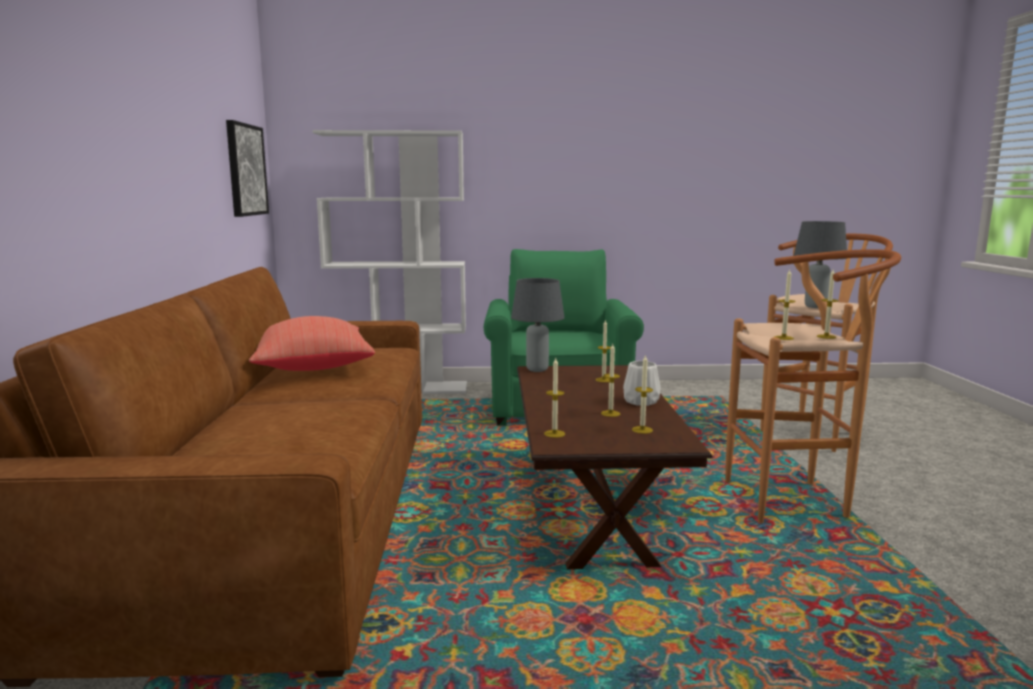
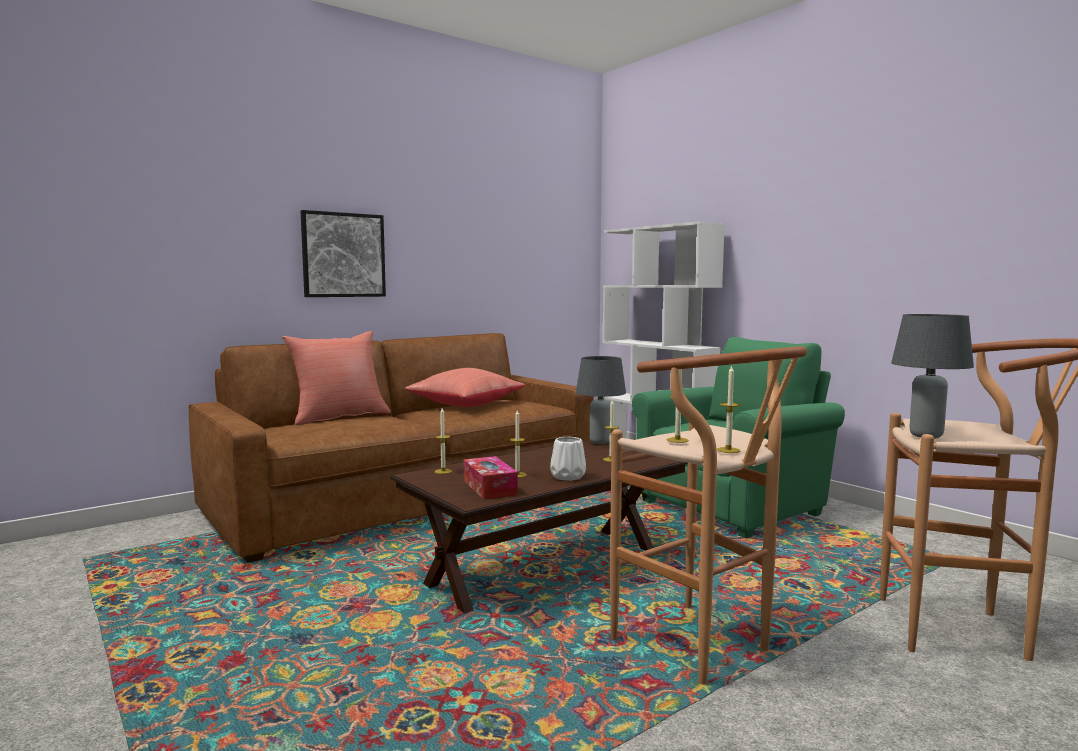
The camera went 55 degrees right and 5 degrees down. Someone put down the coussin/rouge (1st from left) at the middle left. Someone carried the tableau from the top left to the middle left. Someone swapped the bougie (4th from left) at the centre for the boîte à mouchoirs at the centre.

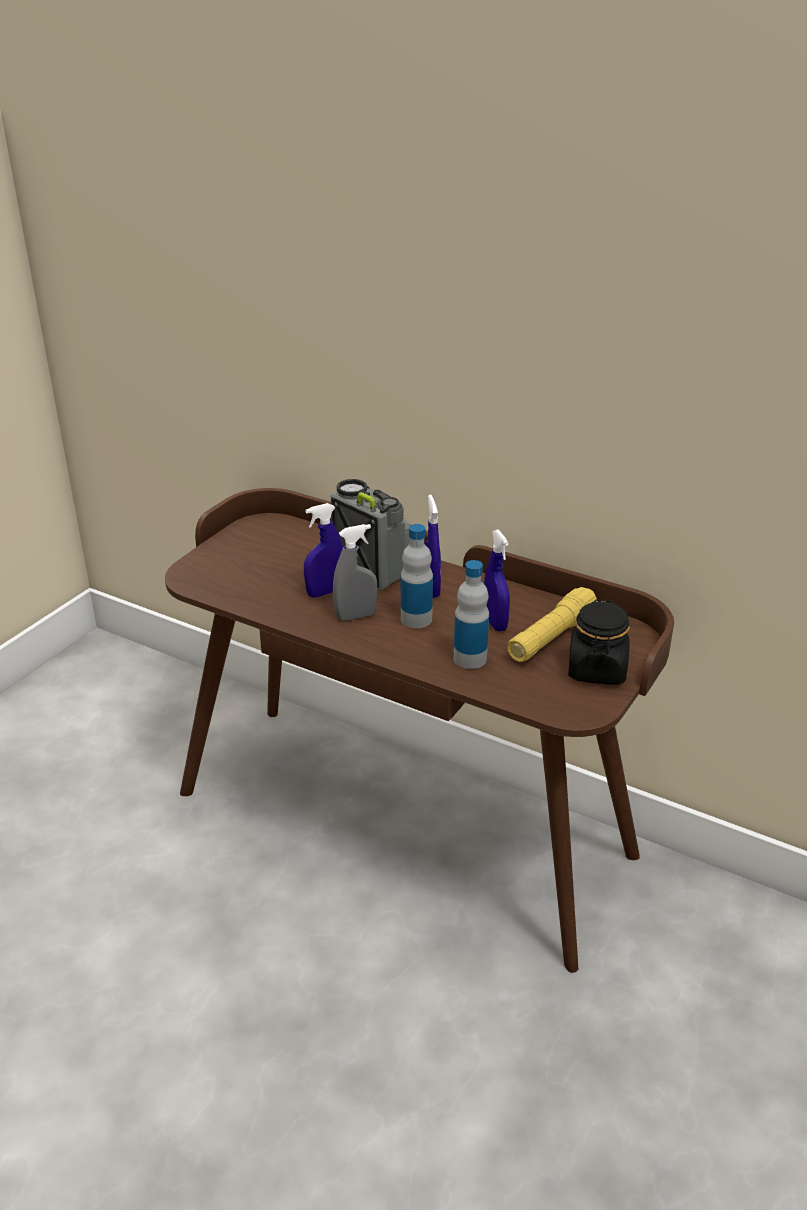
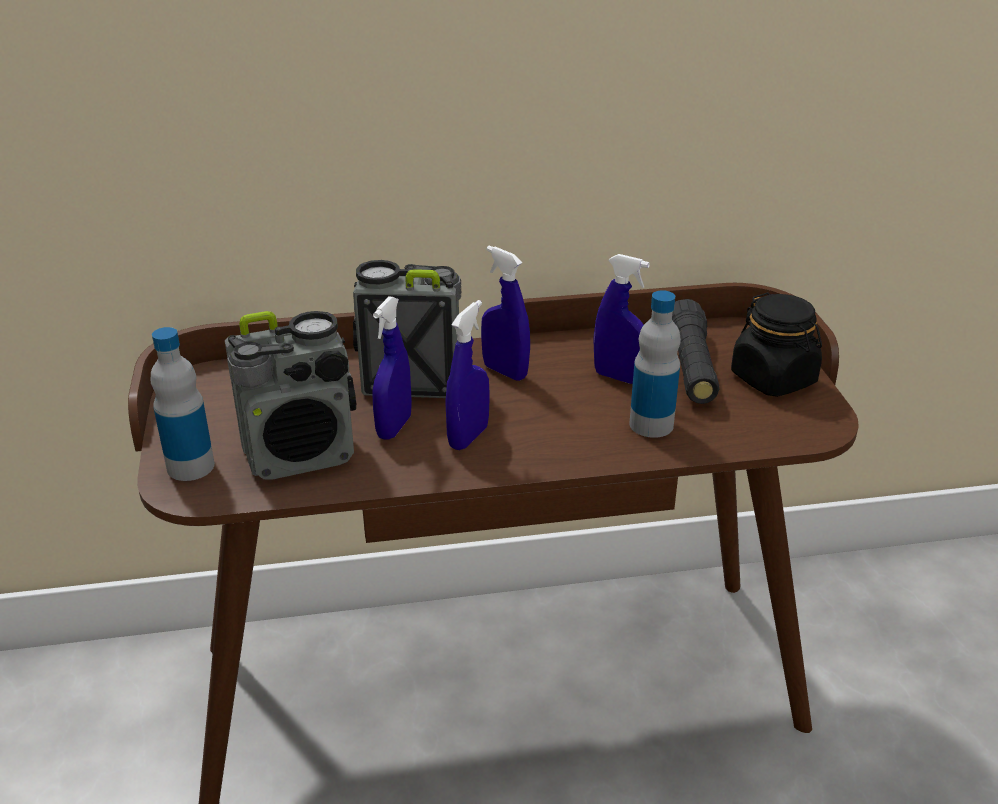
The camera went 40 degrees left and 0 degrees up. Someone carried the bouteille (1st from left) from the centre to the middle left. Someone put down the radio (1st from left) at the middle left. Someone repainted the vaporisateur/gris at the centre, which became the vaporisateur/bleu (2nd from left) at the centre. Someone repainted the lampe de poche/jaune at the middle right, which became the lampe de poche/noir at the middle right.

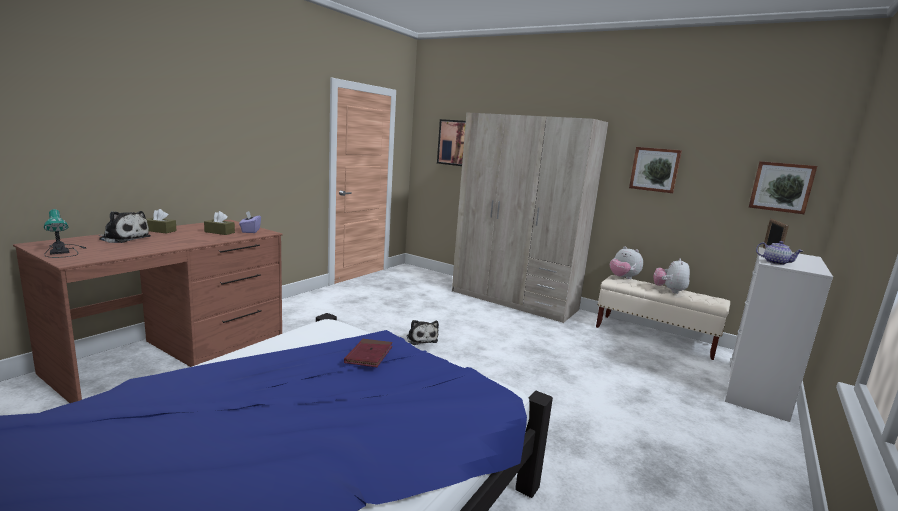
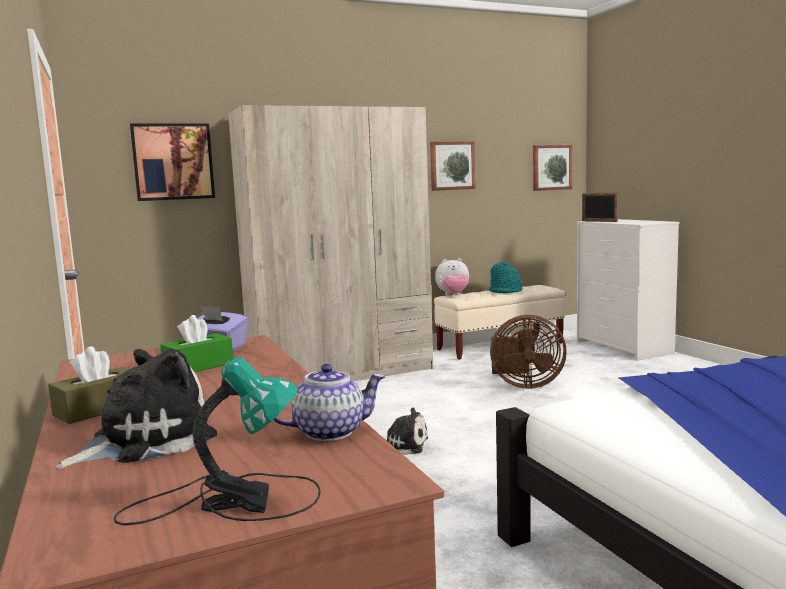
The camera went 55 degrees left and 5 degrees down. Someone repainted the boîte à mouchoirs/marron (2nd from left) at the middle left, which became the boîte à mouchoirs/vert at the middle left. Someone carried the théière from the middle right to the bottom centre. Someone swapped the peluche (4th from left) at the middle right for the chapeau/turquoise at the centre. Someone put down the ventilateur/marron at the middle right. Someone took away the livre/rouge at the bottom centre.

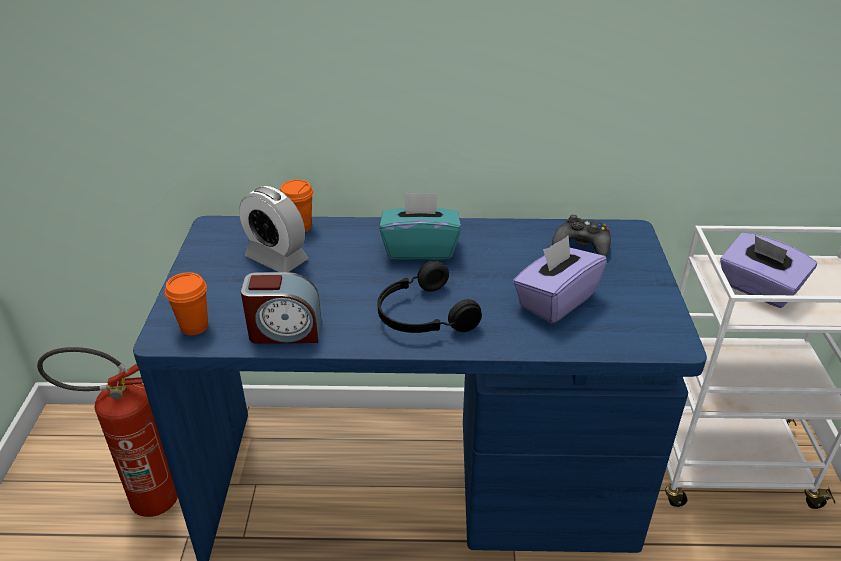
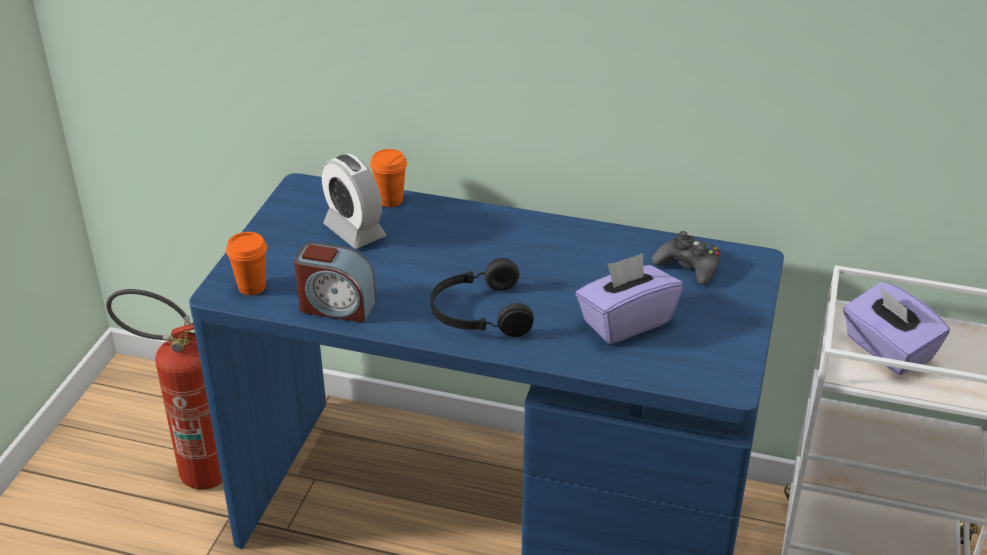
The camera went 15 degrees right and 0 degrees up. Someone took away the boîte à mouchoirs/turquoise at the centre.

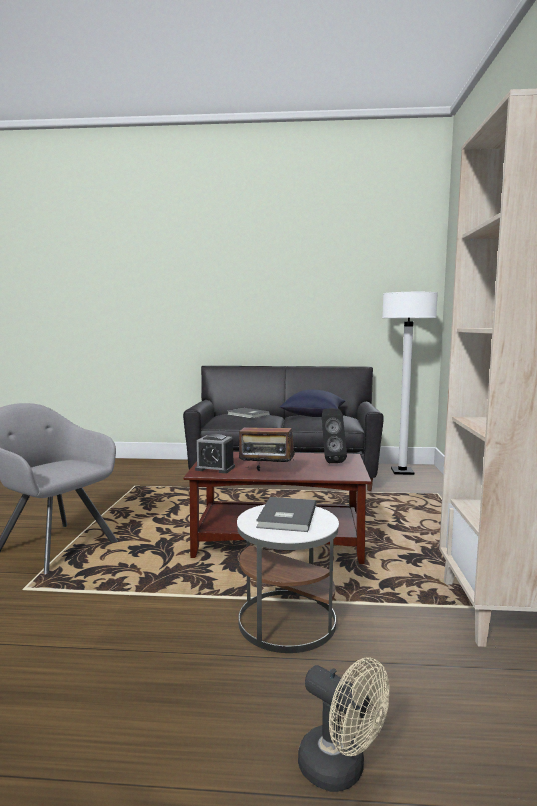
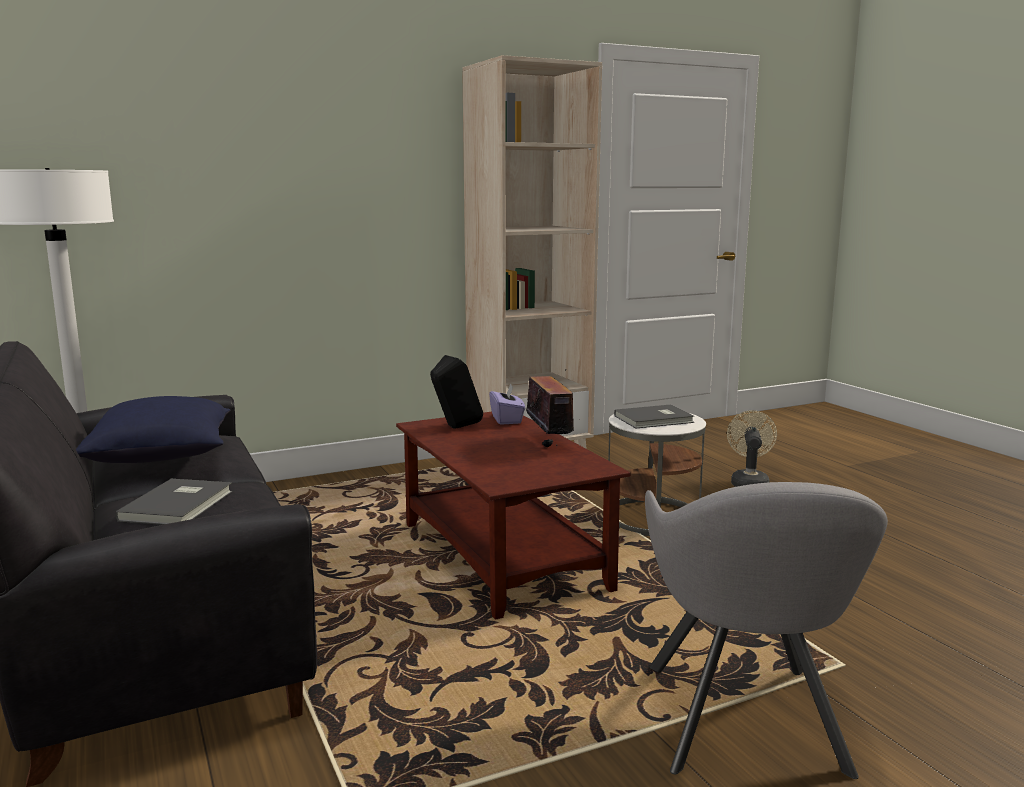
The camera went 120 degrees left and 5 degrees up. Someone put down the boîte à mouchoirs/violet at the centre. Someone took away the réveil at the centre.

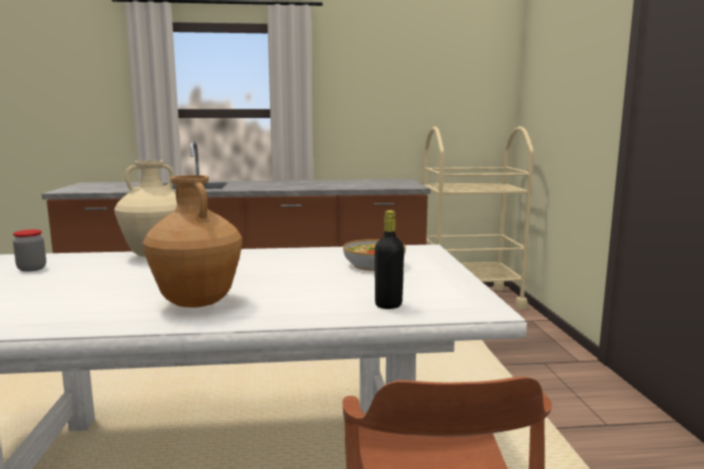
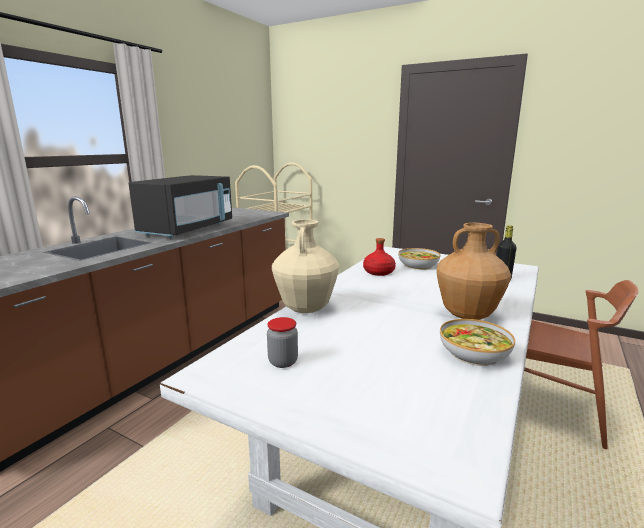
The camera went 55 degrees left and 5 degrees up. Someone put down the micro-ondes/noir at the middle left. Someone put down the bouteille/rouge at the centre. Someone put down the bol (2nd from left) at the middle right.

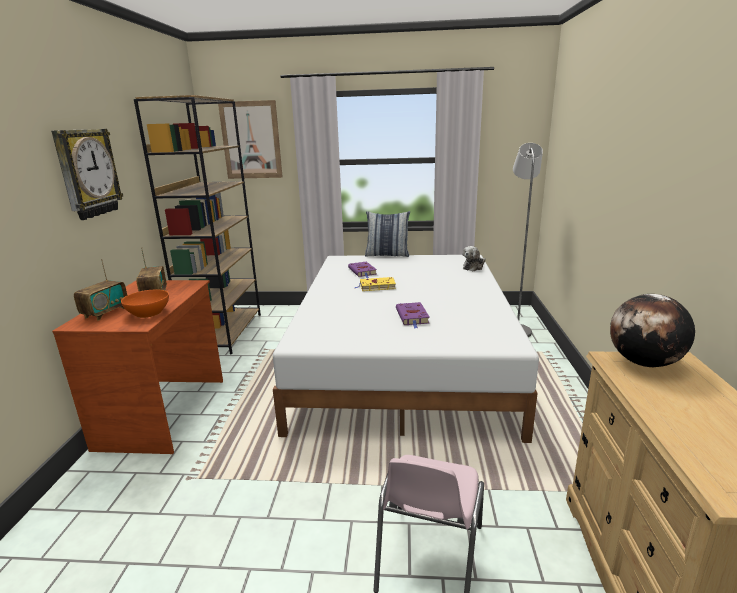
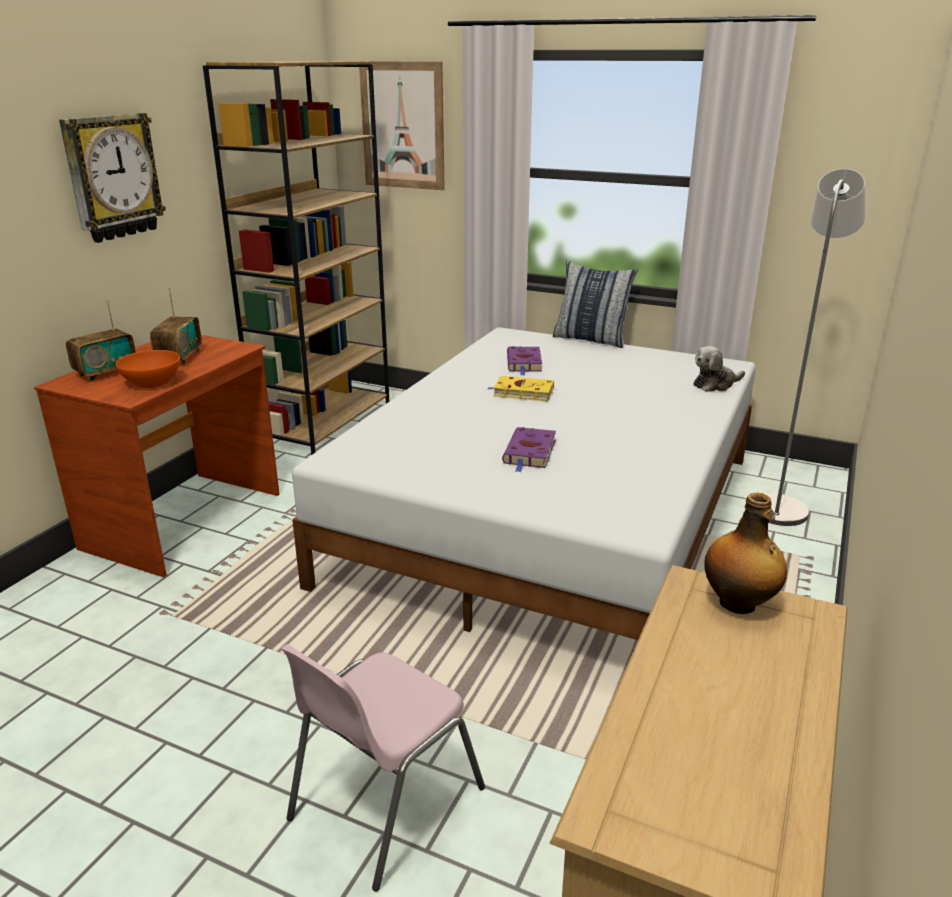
The camera went 20 degrees right and 5 degrees up. Someone swapped the globe at the middle right for the bouteille at the middle right.

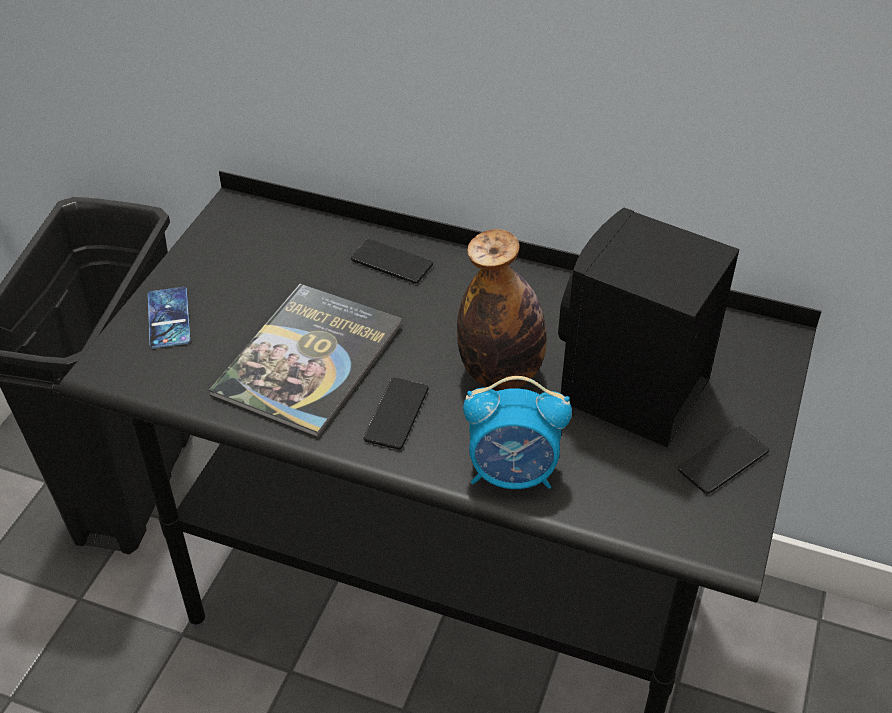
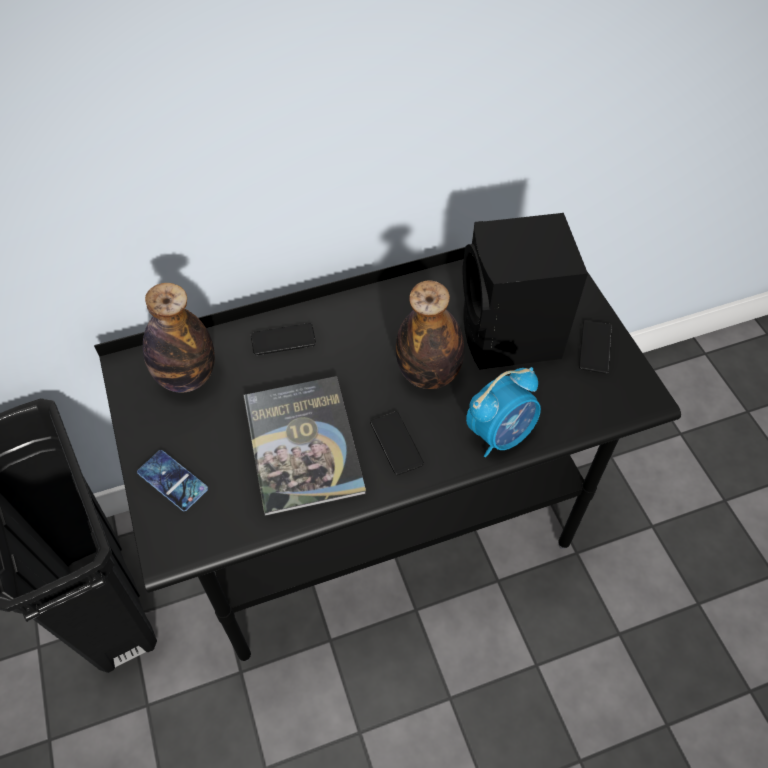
The camera went 40 degrees left and 10 degrees up. Someone put down the bouteille (1st from left) at the middle left.

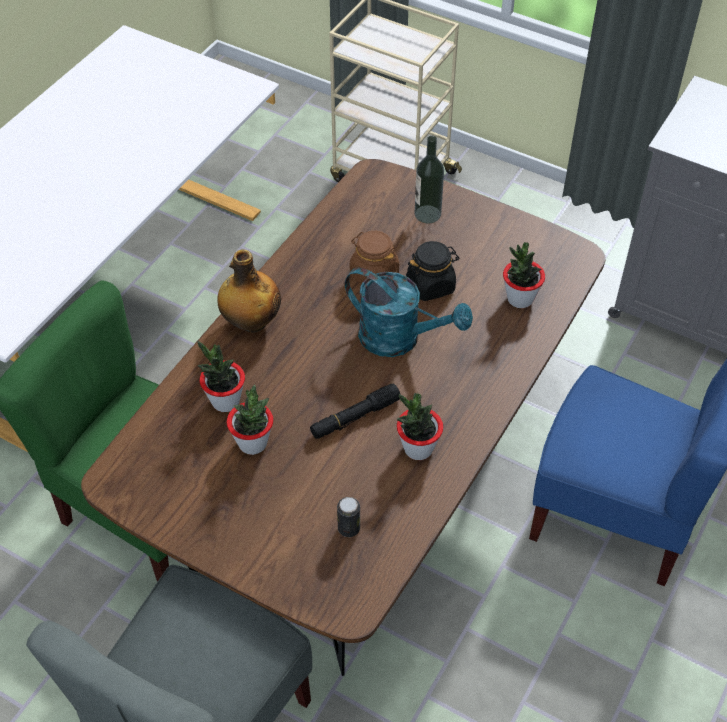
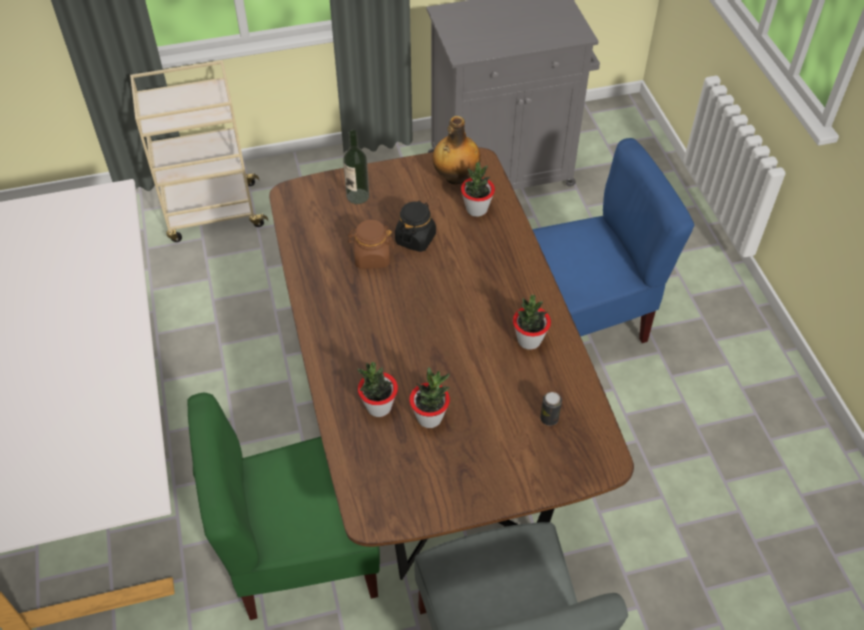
The camera went 45 degrees left and 0 degrees up. Someone carried the bouteille (1st from left in the first image) from the centre to the top centre. Someone took away the lampe de poche/noir at the centre. Someone took away the arrosoir/turquoise at the centre.

